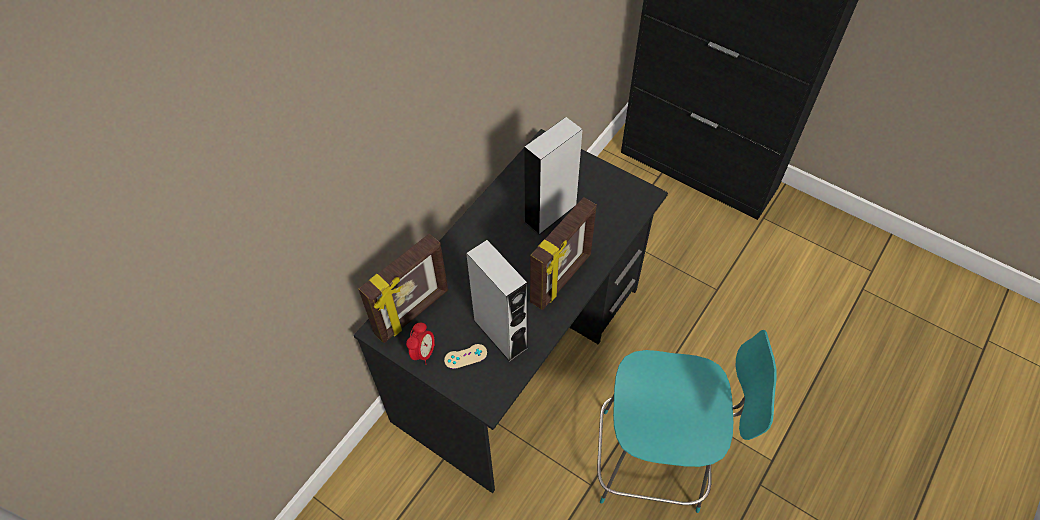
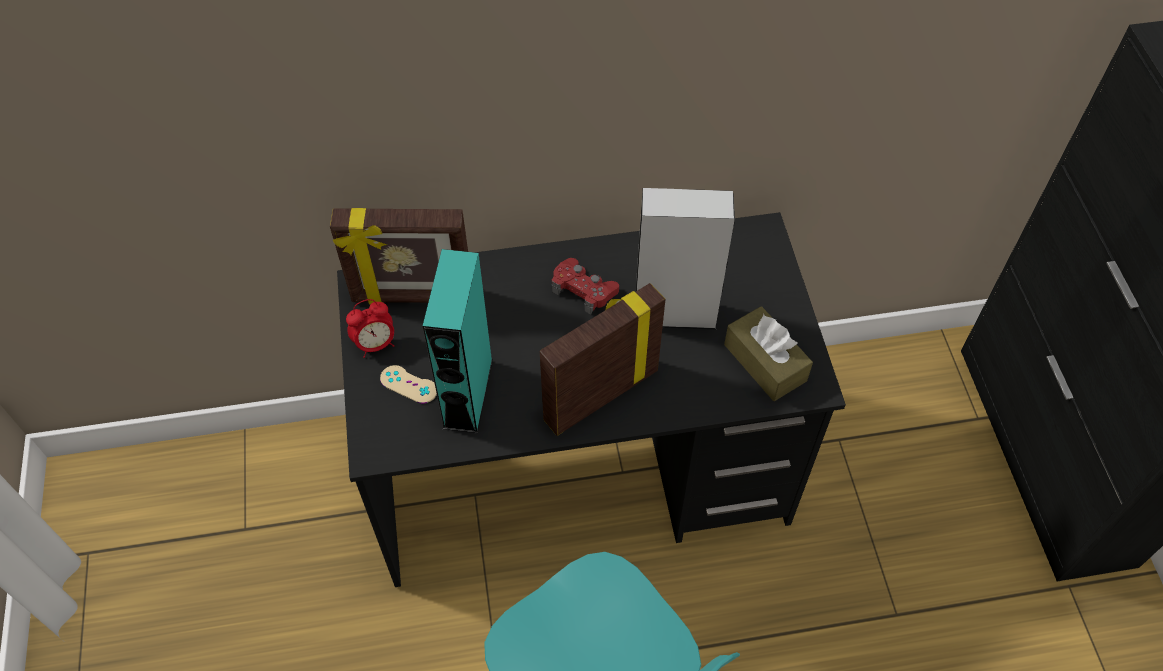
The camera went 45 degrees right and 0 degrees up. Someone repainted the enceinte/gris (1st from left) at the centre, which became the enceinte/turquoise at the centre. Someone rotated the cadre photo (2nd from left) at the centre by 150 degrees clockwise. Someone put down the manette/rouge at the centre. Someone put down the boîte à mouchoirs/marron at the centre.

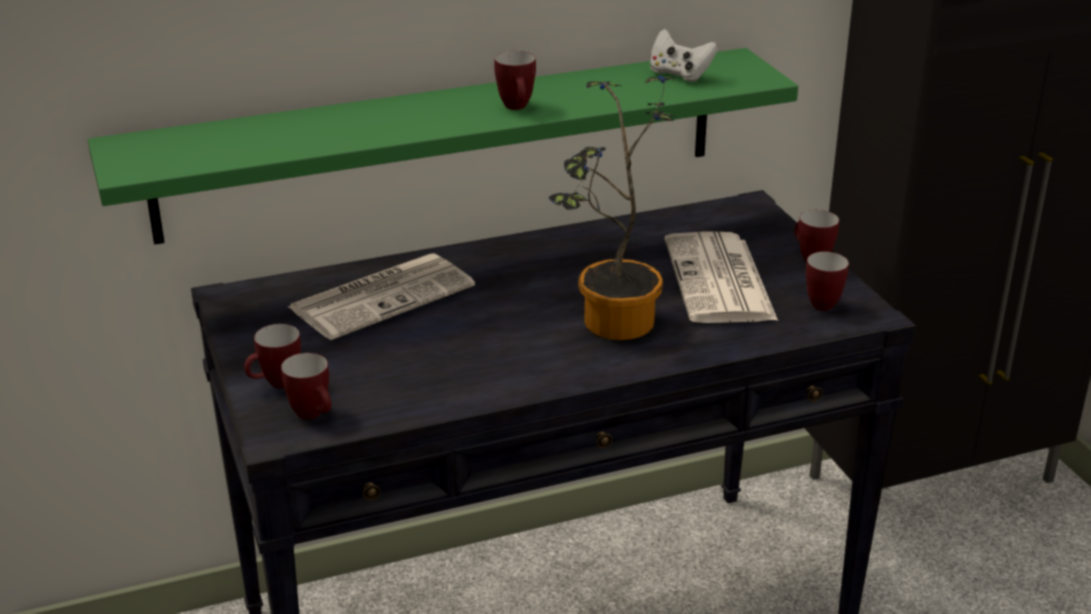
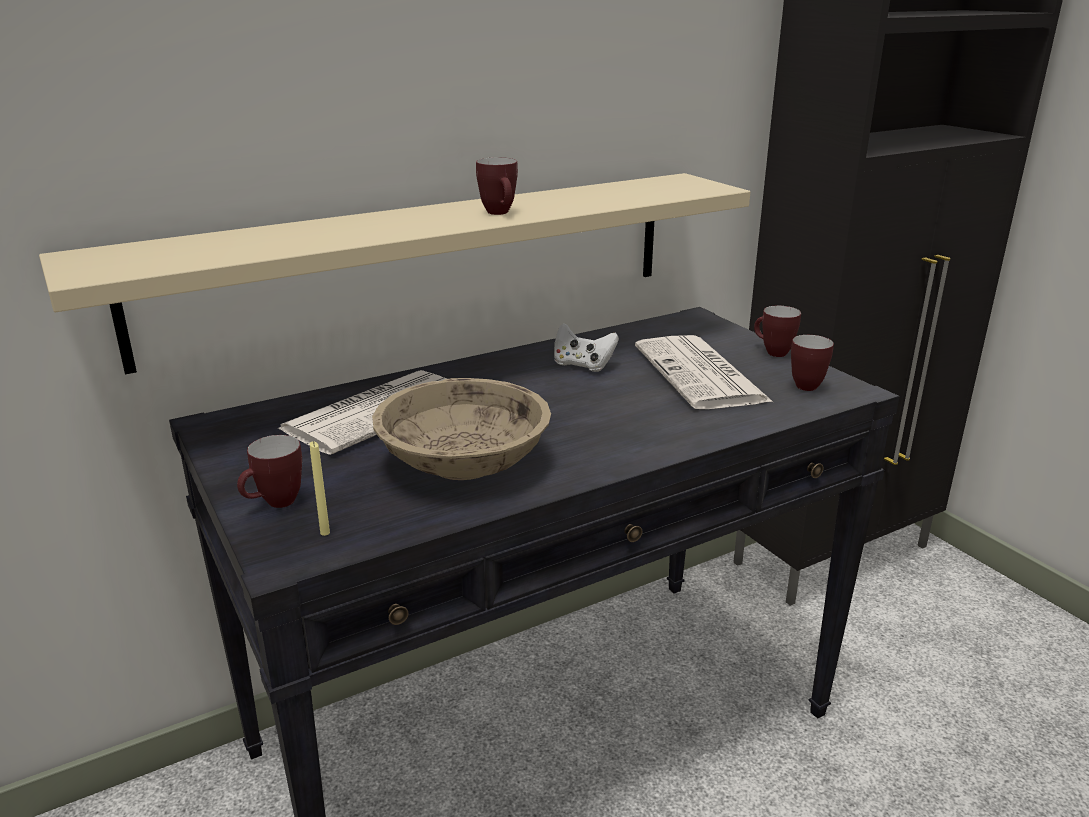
The camera went 10 degrees left and 5 degrees down. Someone repainted the étagère/vert at the top centre, which became the étagère/beige at the centre. Someone swapped the mug (2nd from left) at the middle left for the bougie/jaune at the middle left. Someone put down the bol/beige at the centre. Someone carried the manette/blanc from the top centre to the centre. Someone took away the plante en pot at the centre.

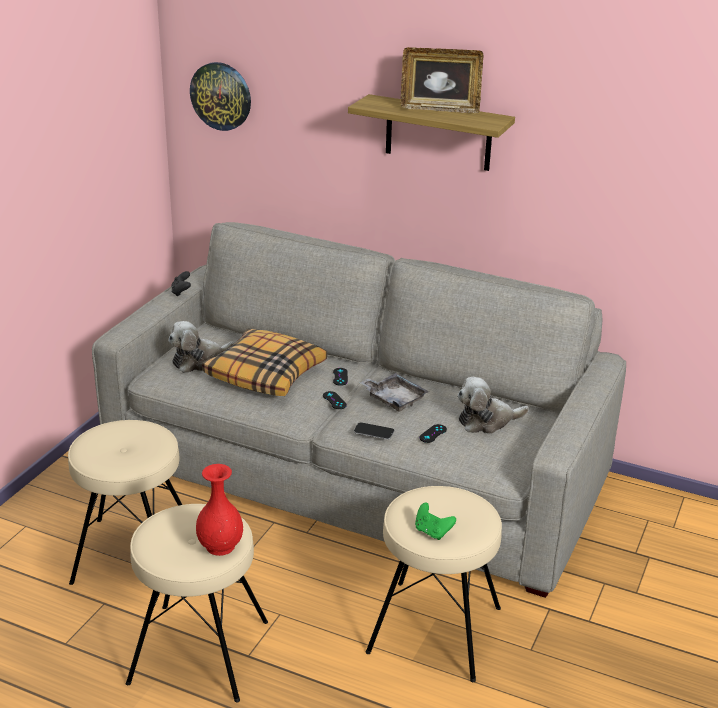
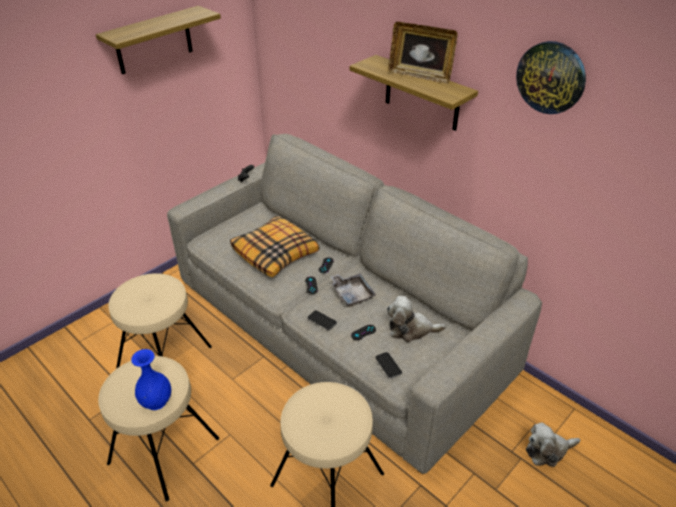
The camera went 20 degrees right and 10 degrees up. Someone put up the étagère (1st from left) at the top left. Someone repainted the vase/rouge at the bottom left, which became the vase/bleu at the bottom left. Someone put down the téléphone (2nd from left) at the bottom centre. Someone carried the horloge murale from the top left to the top right. Someone carried the peluche (1st from left in the first image) from the middle left to the bottom right. Someone took away the manette/vert at the bottom centre.

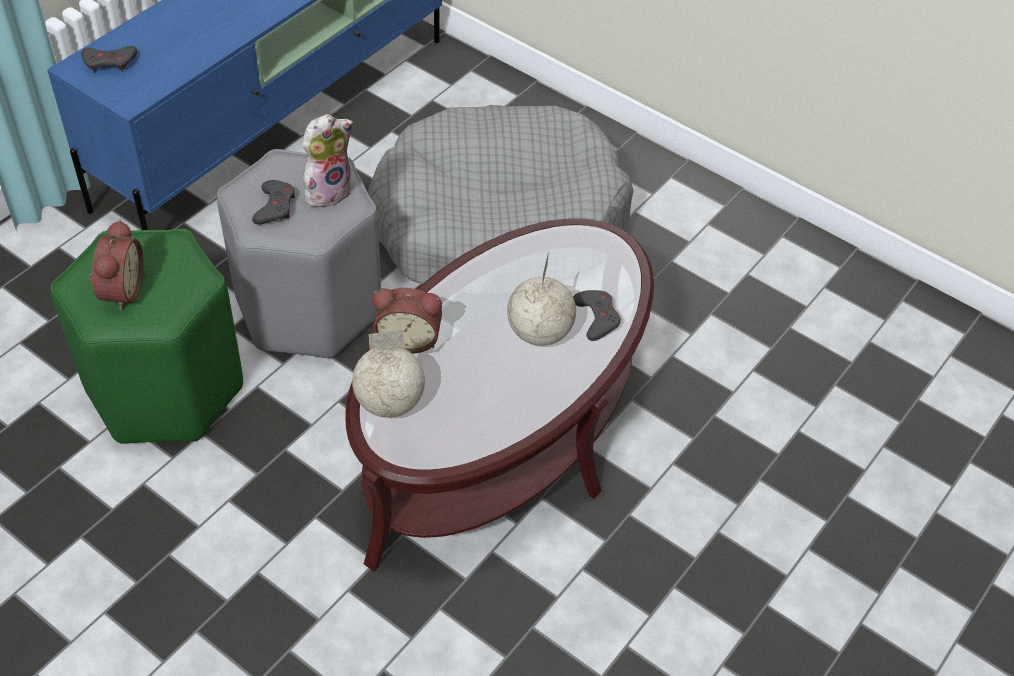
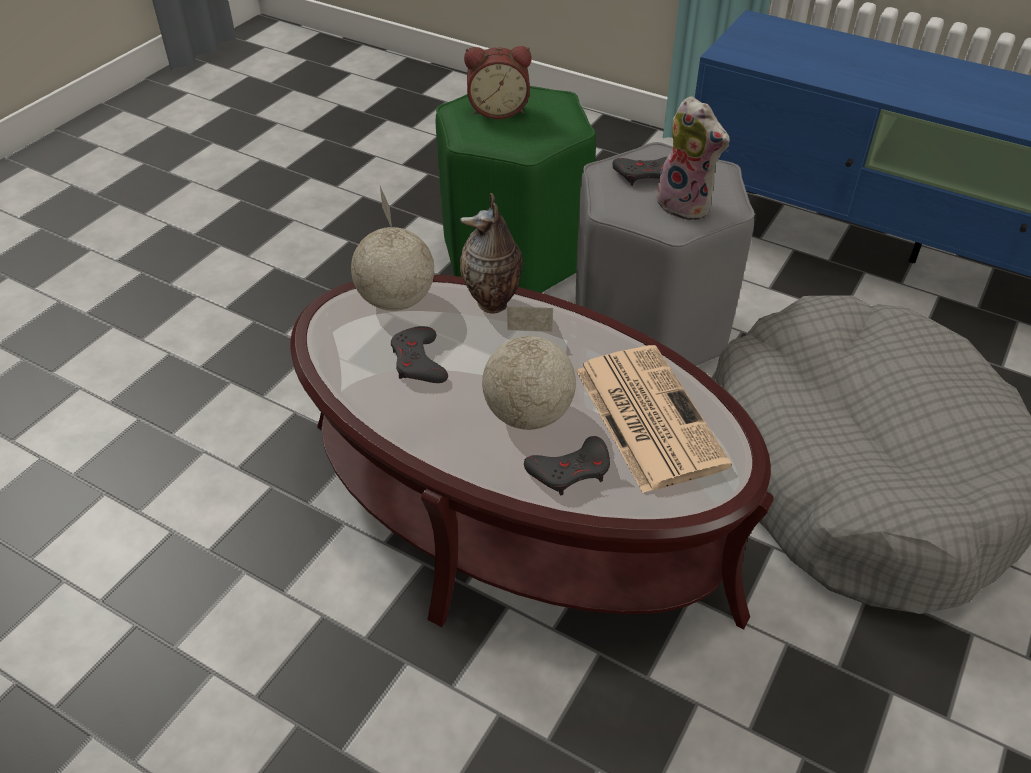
The camera went 85 degrees right and 5 degrees down. Someone carried the manette/gris (1st from left) from the top left to the centre. Someone swapped the réveil (2nd from left) at the centre for the vase at the top centre. Someone put down the journal at the centre.

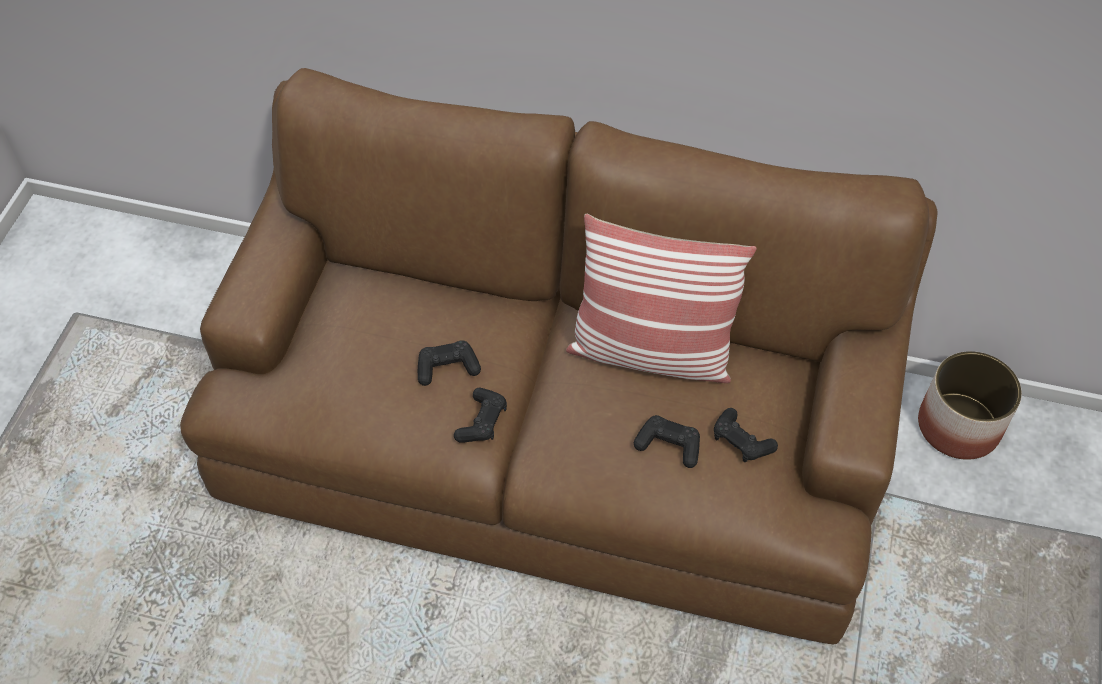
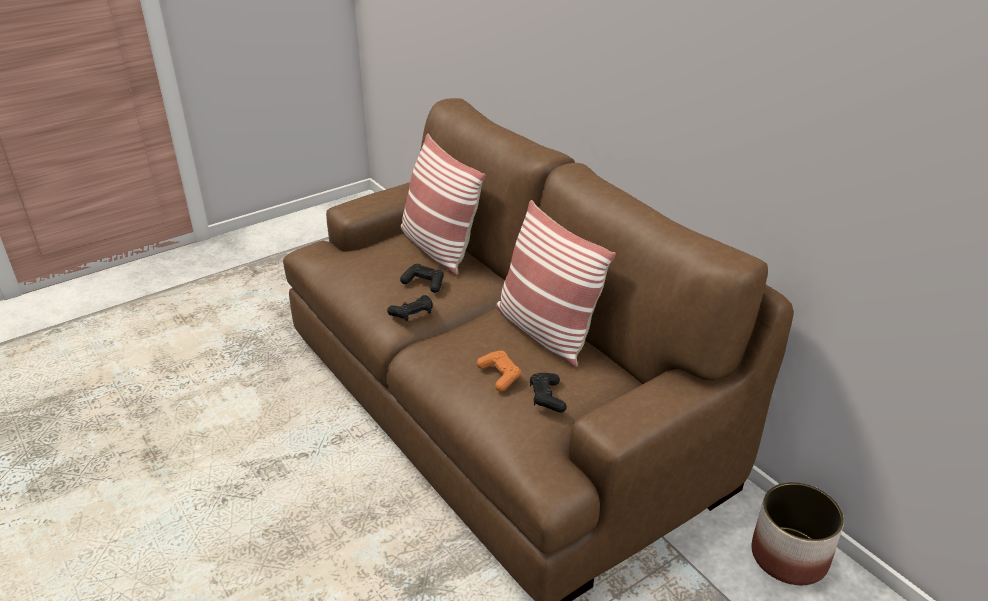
The camera went 40 degrees right and 20 degrees down. Someone put down the coussin (1st from left) at the centre. Someone repainted the manette/noir (3rd from left) at the centre, which became the manette/orange at the centre.

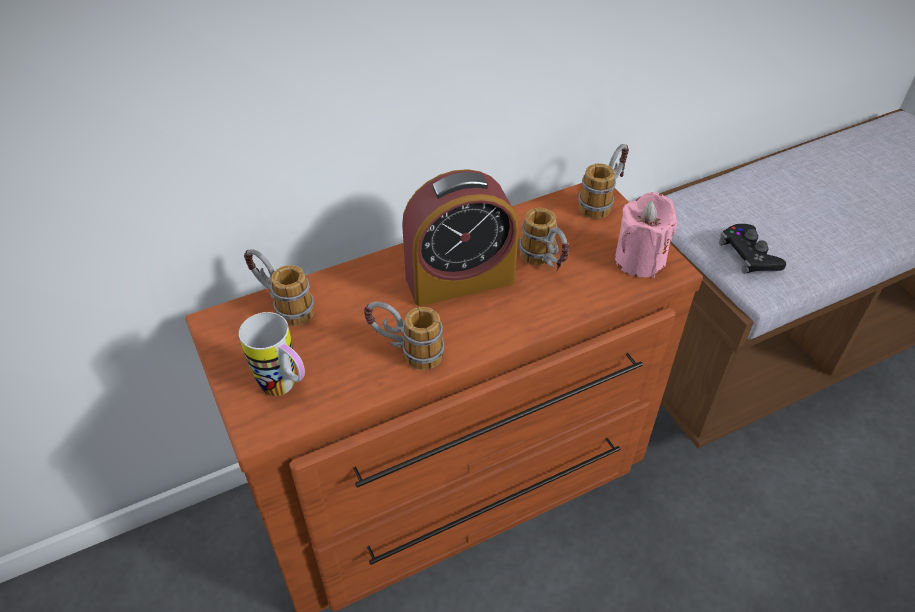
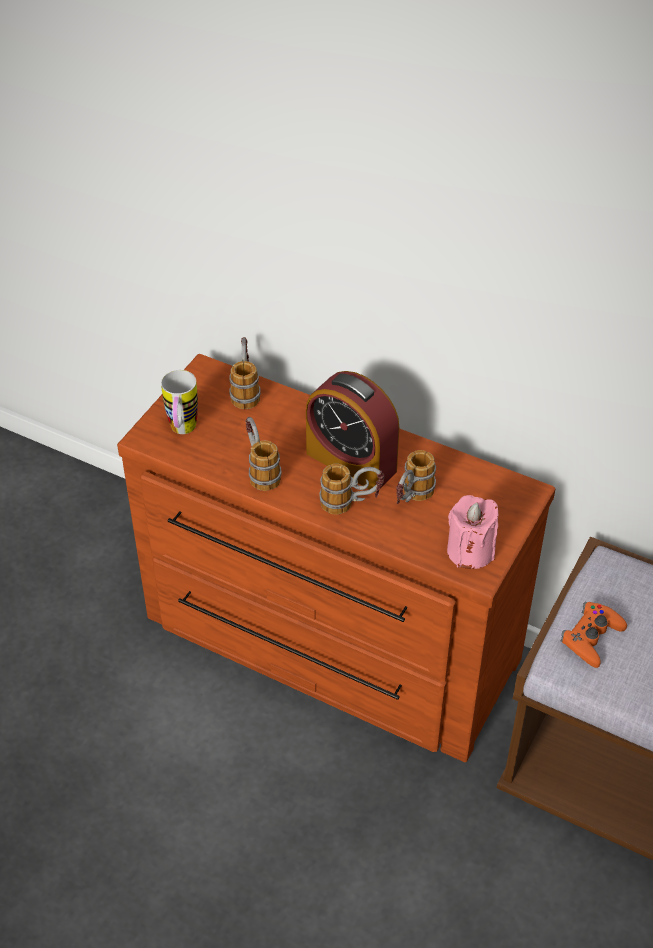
The camera went 55 degrees right and 0 degrees up. Someone carried the mug (5th from left in the first image) from the top centre to the centre. Someone repainted the manette/noir at the middle right, which became the manette/orange at the bottom right.

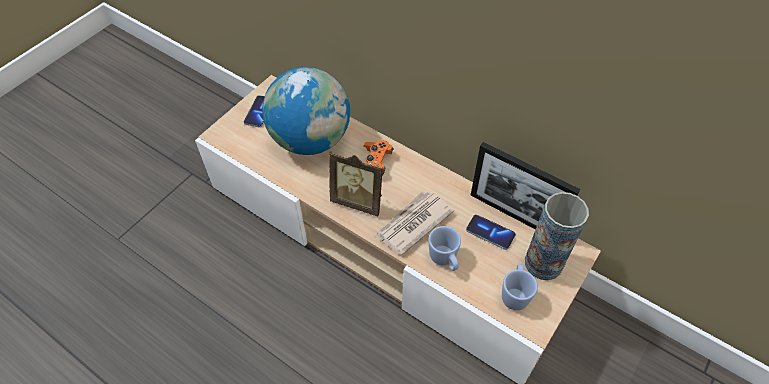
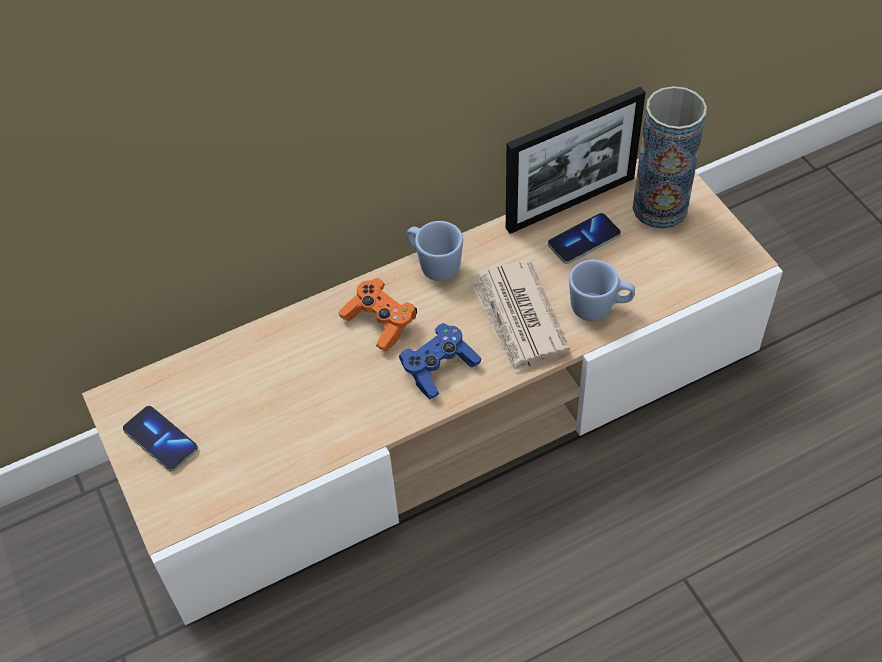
The camera went 60 degrees left and 0 degrees up. Someone swapped the cadre photo (1st from left) at the centre for the manette/bleu at the centre. Someone carried the mug/bleu (2nd from left in the first image) from the bottom right to the centre. Someone took away the globe at the top centre.

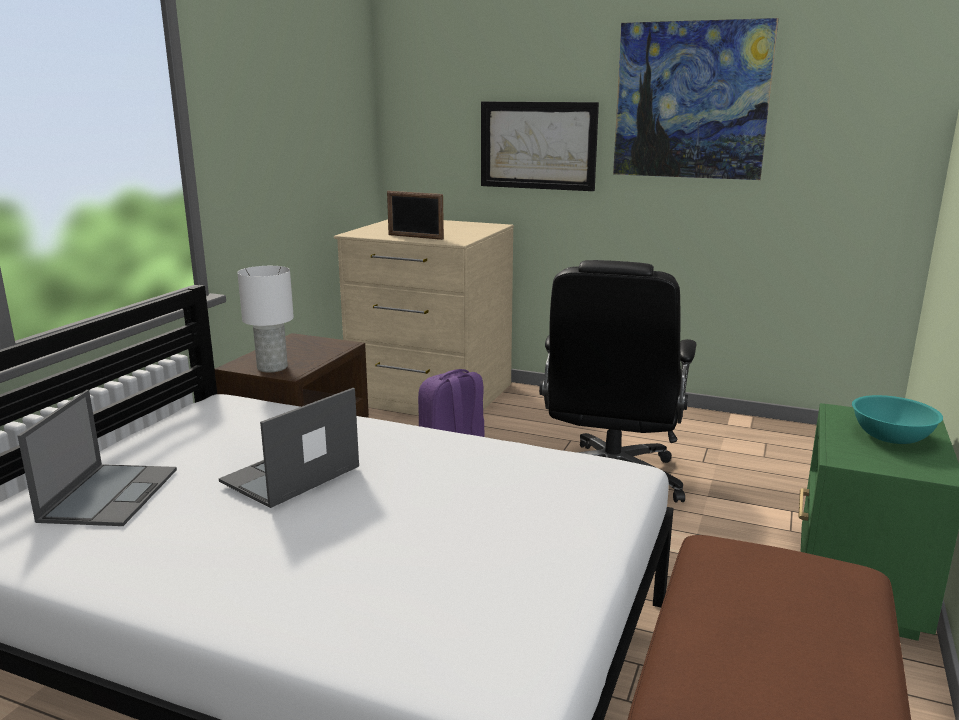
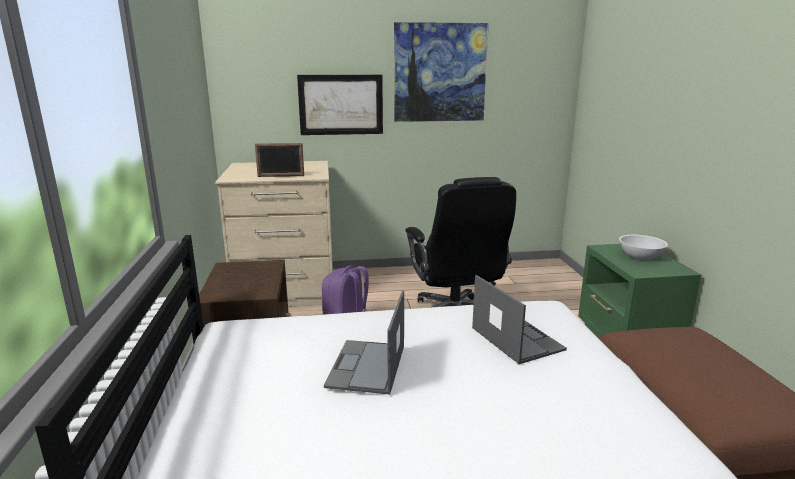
The camera went 30 degrees left and 0 degrees up. Someone carried the ordinateur portable (1st from left in the first image) from the middle left to the centre. Someone repainted the bol/turquoise at the middle right, which became the bol/blanc at the middle right. Someone took away the lampe de table/blanc at the middle left.

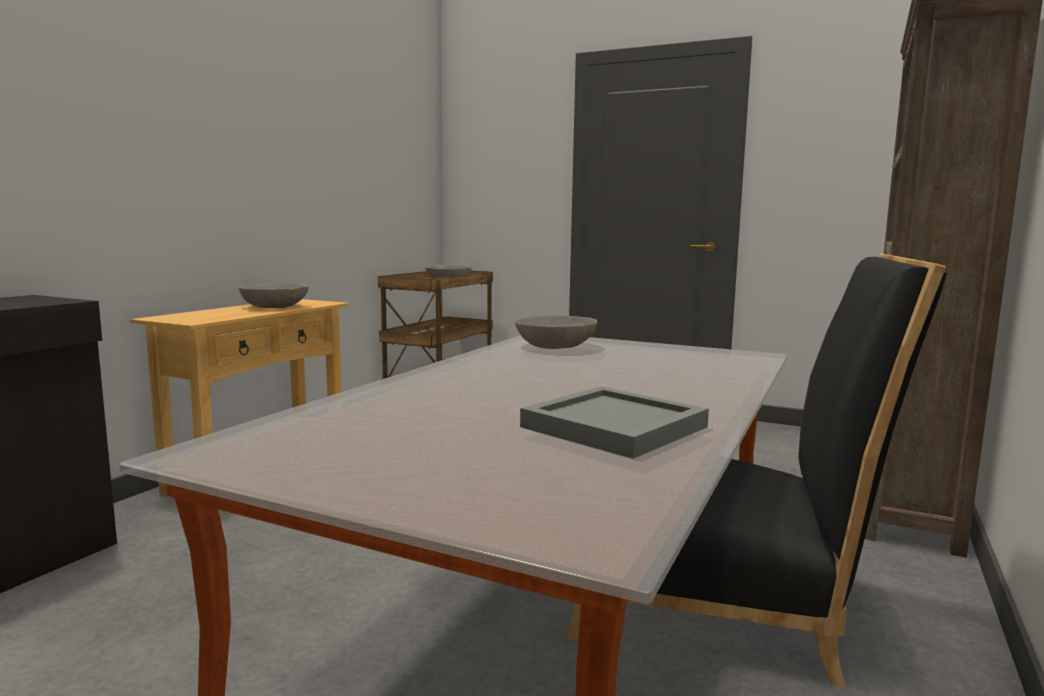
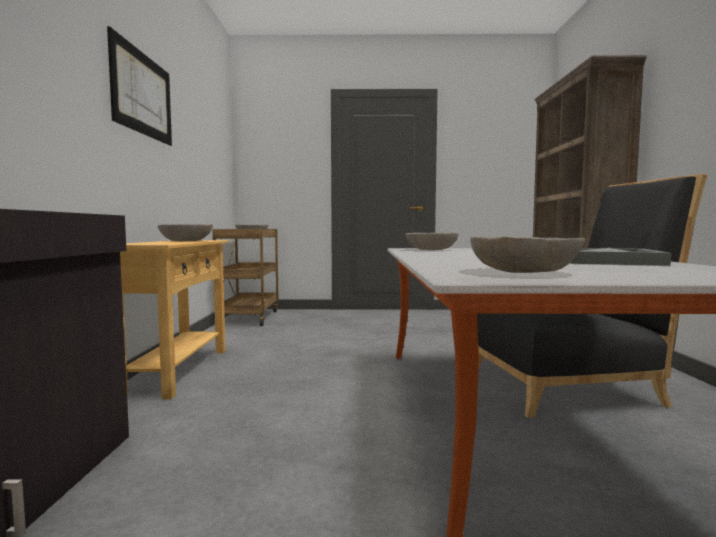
The camera went 25 degrees left and 5 degrees down. Someone put up the tableau at the top left. Someone put down the bol/gris (4th from left) at the middle right.

